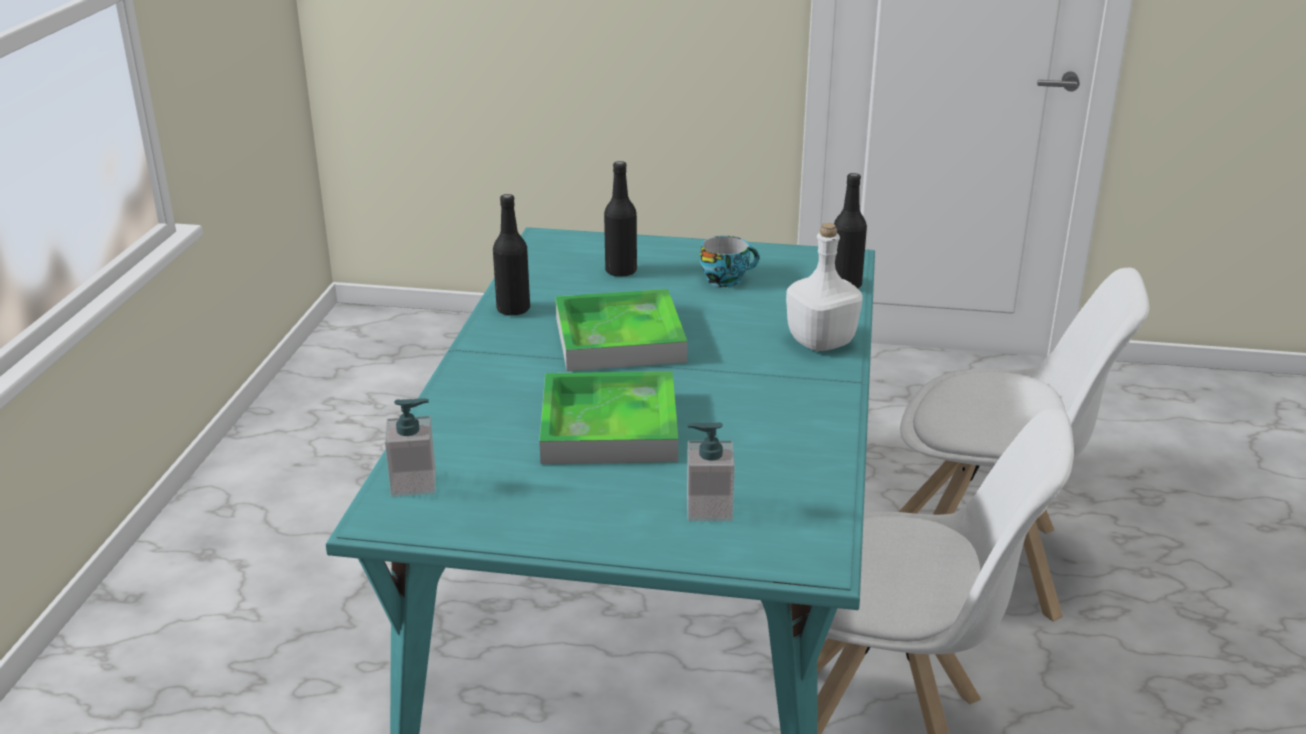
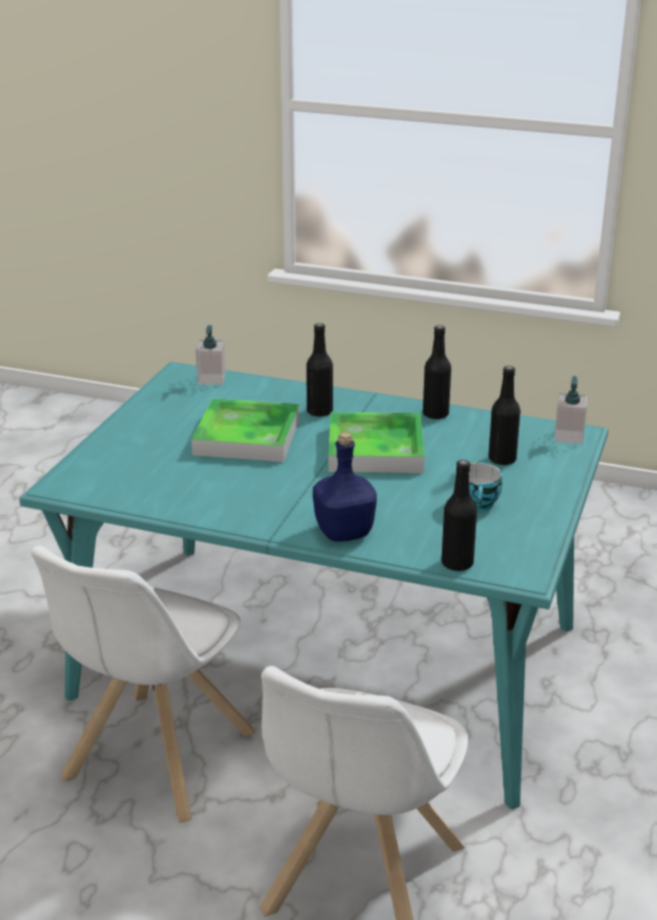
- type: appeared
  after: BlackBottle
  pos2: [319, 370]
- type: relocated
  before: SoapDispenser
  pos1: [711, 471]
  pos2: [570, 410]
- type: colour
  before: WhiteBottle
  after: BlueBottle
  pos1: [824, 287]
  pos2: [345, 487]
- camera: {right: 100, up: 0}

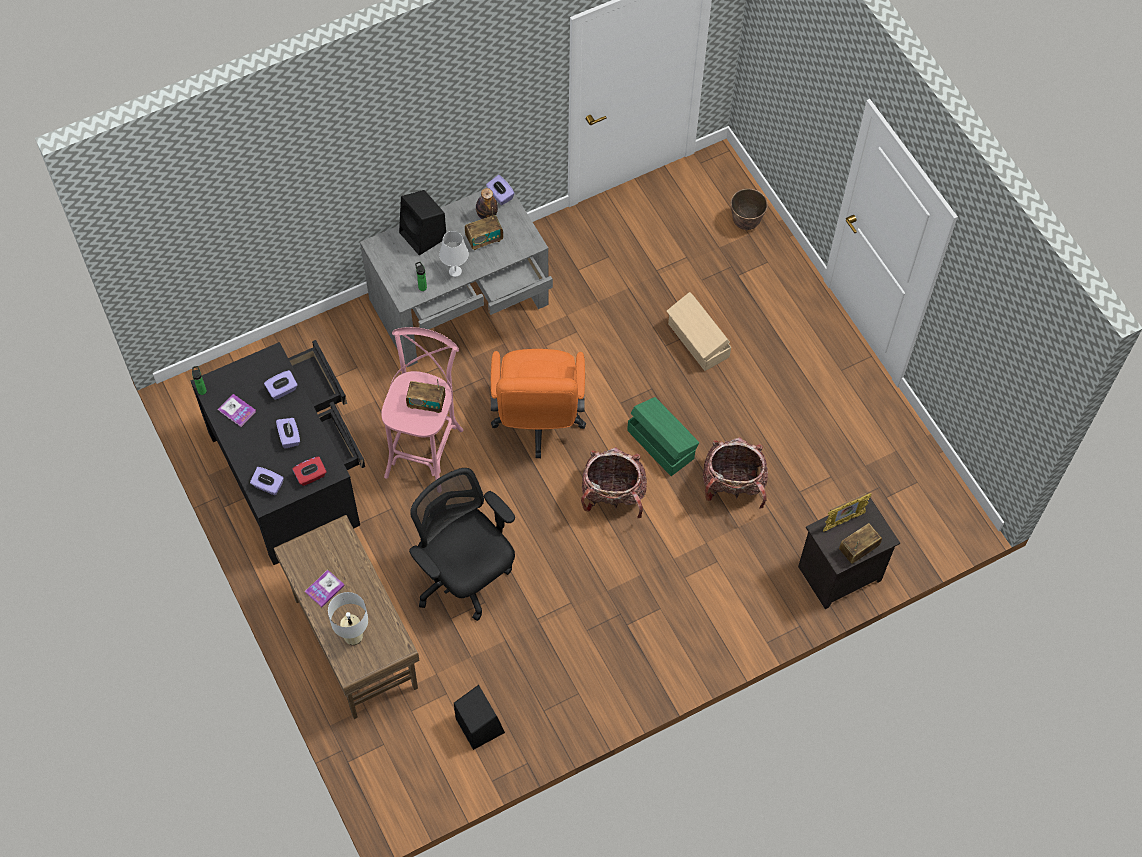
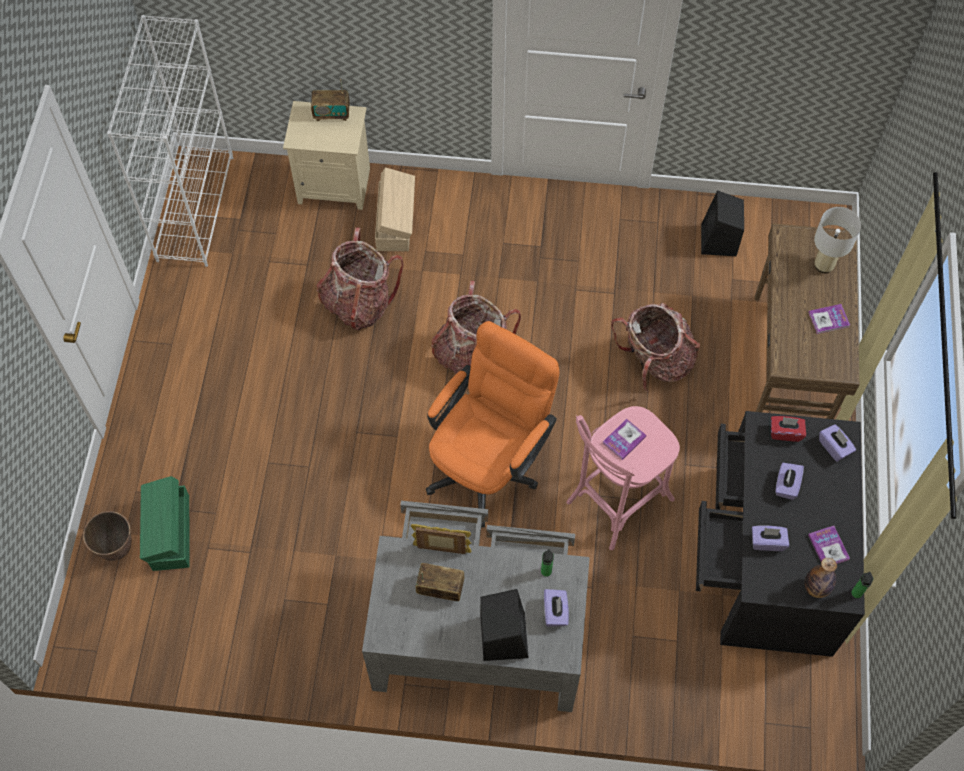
- type: missing
  before: WhiteTableLamp
  pos1: [454, 254]
- type: appeared
  after: WhiteBookcase
  pos2: [170, 141]
- type: relocated
  before: Bottle
  pos1: [487, 203]
  pos2: [821, 578]
- type: relocated
  before: PurpleTissueBox
  pos1: [500, 190]
  pos2: [556, 608]
- type: relocated
  before: GreenStorageBox
  pos1: [663, 436]
  pos2: [164, 523]
- type: relocated
  before: BeigeStorageBox
  pos1: [699, 331]
  pos2: [395, 209]
- type: relocated
  before: PictureFrame
  pos1: [847, 512]
  pos2: [441, 539]
- type: exchanged
  before: Radio
  after: Book
  pos1: [425, 396]
  pos2: [625, 439]
- type: exchanged
  before: BlackOfficeChair
  after: Backpack
  pos1: [462, 544]
  pos2: [655, 347]
- type: colour
  before: BlackNightstand
  after: BeigeNightstand
  pos1: [849, 553]
  pos2: [326, 155]
- camera: {right: -145, up: 0}

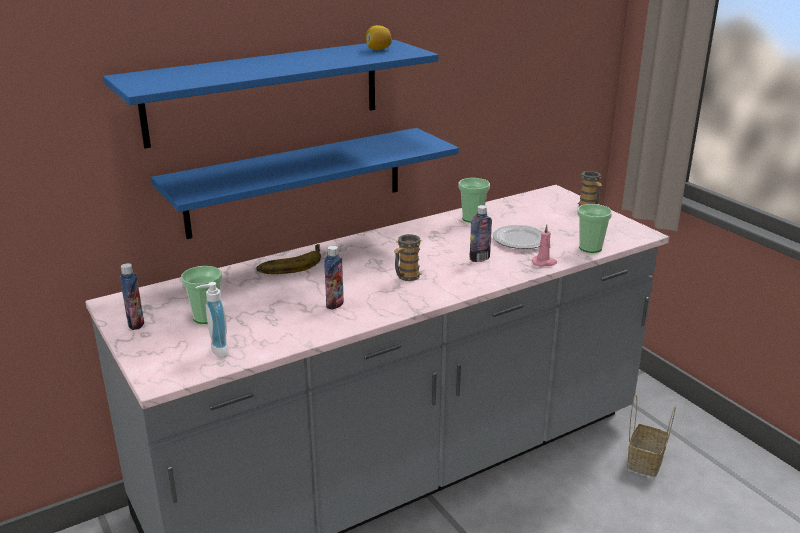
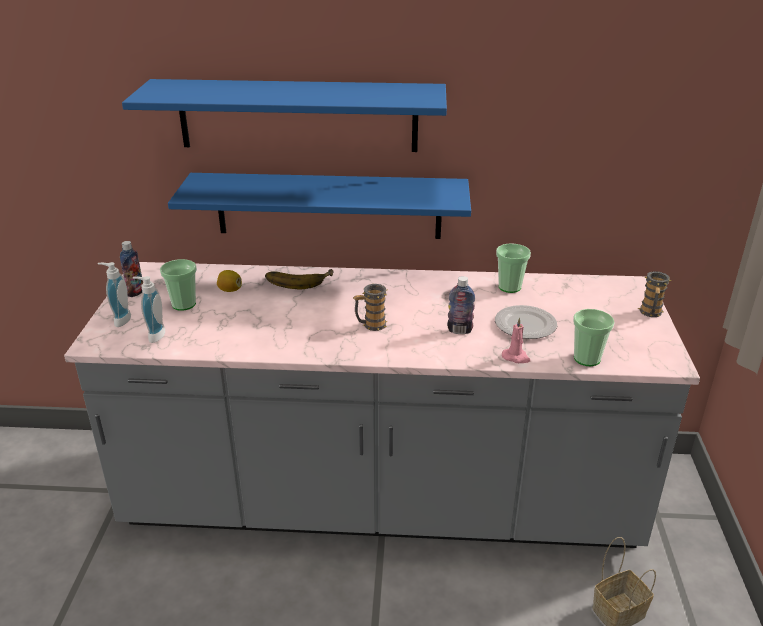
- type: missing
  before: Bottle
  pos1: [334, 278]
- type: appeared
  after: SoapDispenser
  pos2: [114, 294]
- type: relocated
  before: Lemon
  pos1: [379, 37]
  pos2: [229, 281]
- camera: {right: 35, up: 5}

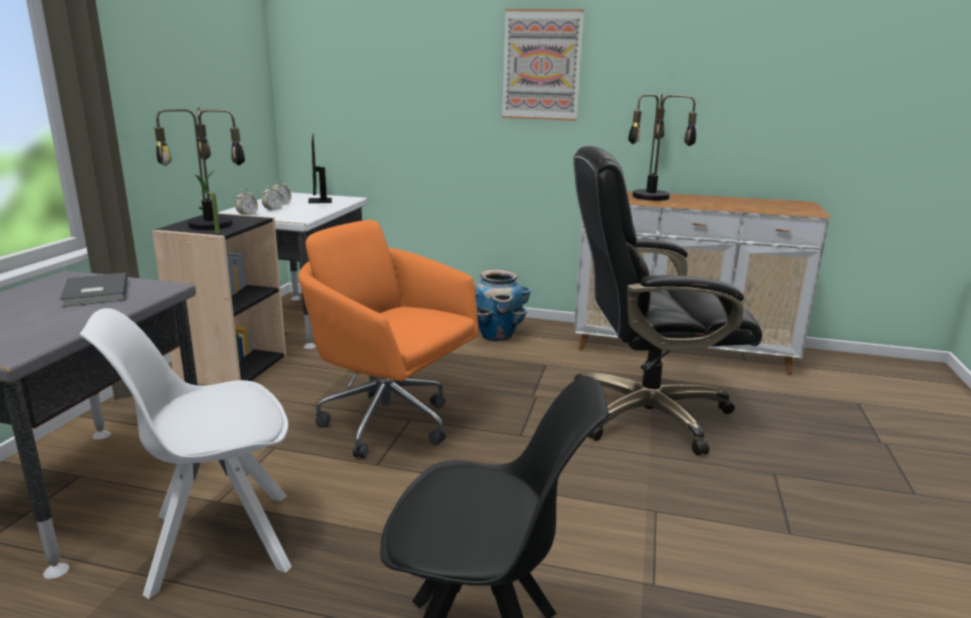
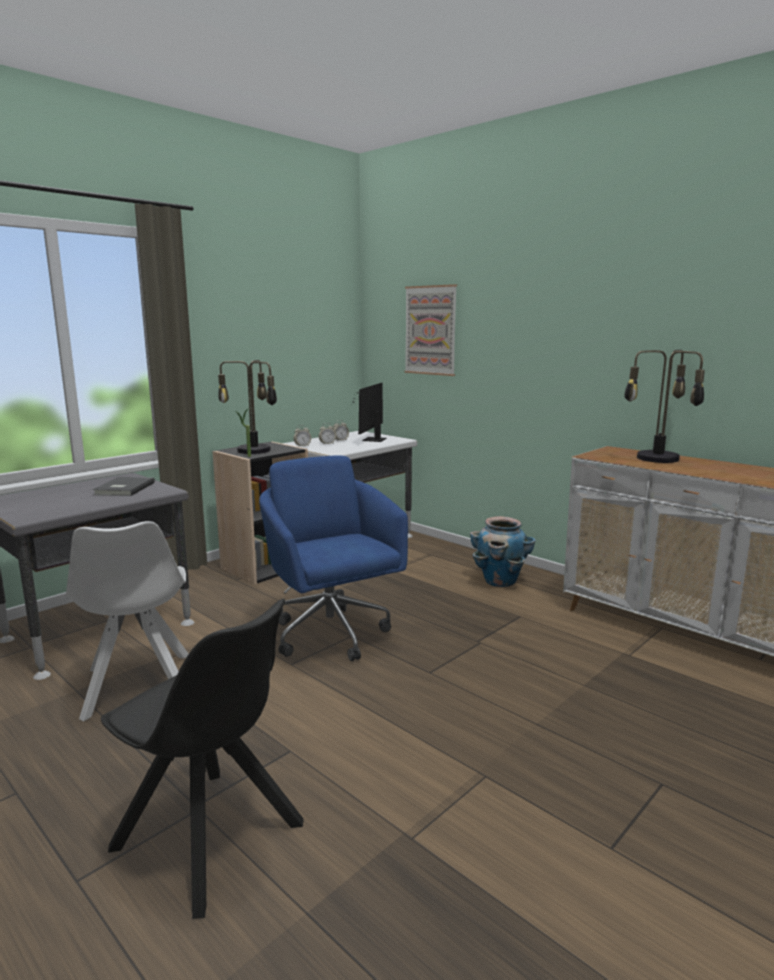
- type: missing
  before: BlackOfficeChair
  pos1: [667, 301]
- type: relocated
  before: Picture
  pos1: [543, 65]
  pos2: [430, 330]
- type: colour
  before: OrangeOfficeChair
  after: BlueOfficeChair
  pos1: [388, 339]
  pos2: [333, 558]
- type: spun
  before: WhiteChair
  pos1: [186, 453]
  pos2: [127, 621]
  turn: -120
- camera: {right: 30, up: -5}

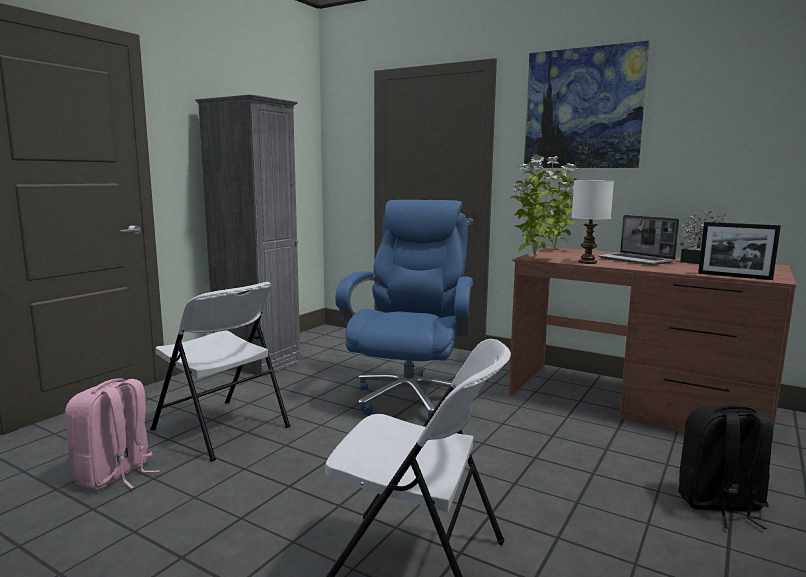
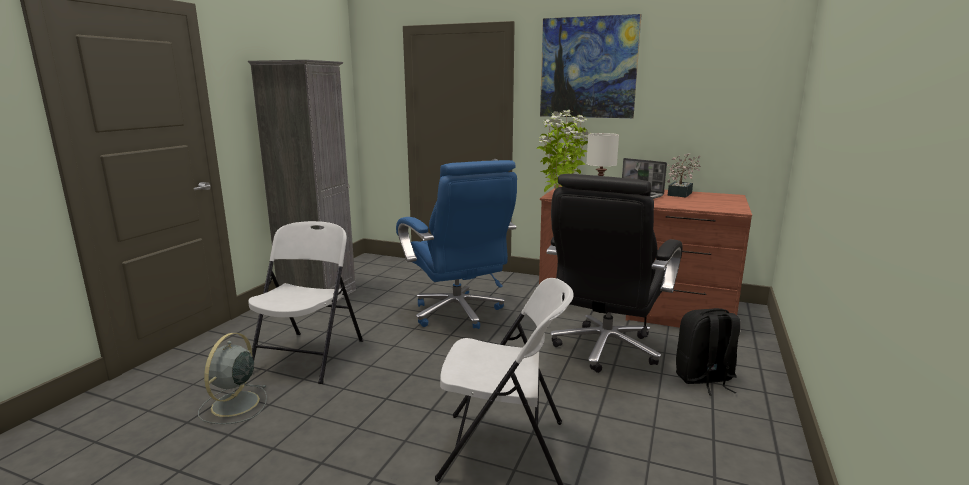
- type: missing
  before: PictureFrame
  pos1: [739, 251]
- type: appeared
  after: BlackOfficeChair
  pos2: [615, 273]
- type: exchanged
  before: PinkBackpack
  after: GreyFan
  pos1: [112, 434]
  pos2: [232, 378]
- type: spun
  before: WhiteChair
  pos1: [220, 372]
  pos2: [305, 302]
  turn: -105
- type: spun
  before: BlueOfficeChair
  pos1: [404, 309]
  pos2: [456, 244]
  turn: 150
- camera: {right: -10, up: 5}

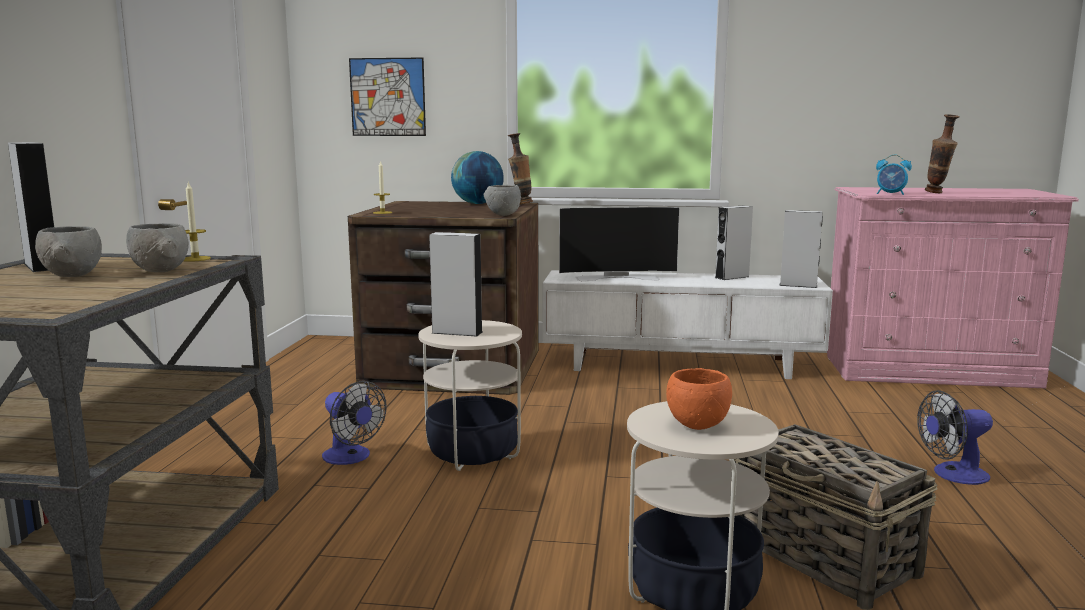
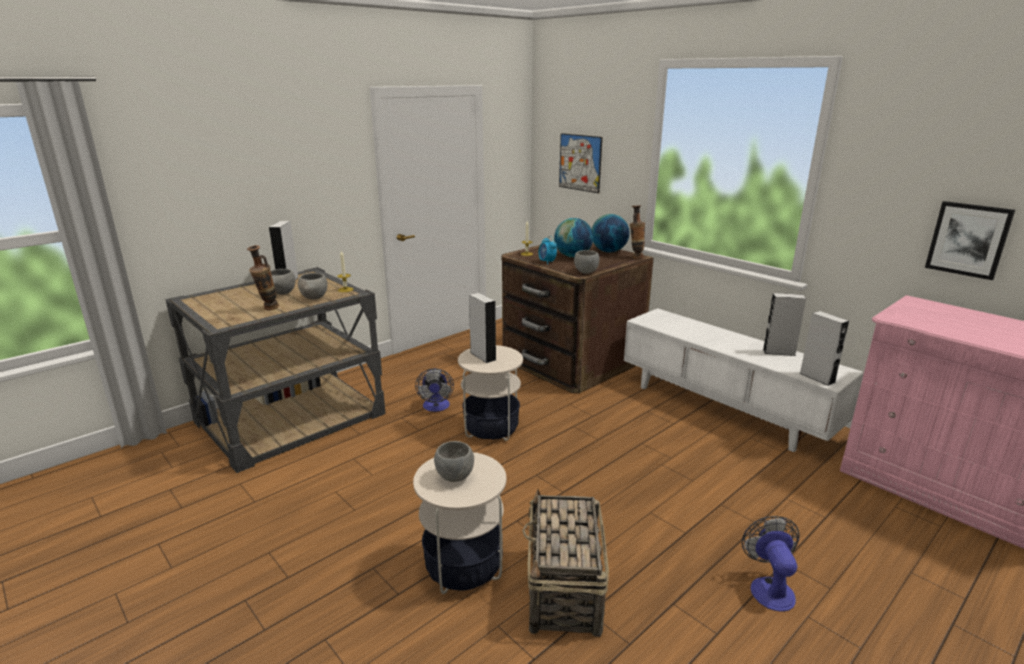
- type: missing
  before: Television
  pos1: [619, 244]
- type: appeared
  after: Globe
  pos2: [573, 237]
- type: appeared
  after: Picture
  pos2: [970, 240]
- type: relocated
  before: AlarmClock
  pos1: [894, 174]
  pos2: [547, 250]
- type: relocated
  before: Vase
  pos1: [942, 153]
  pos2: [263, 277]
- type: colour
  before: OrangeBowl
  after: GreyBowl
  pos1: [699, 399]
  pos2: [454, 461]
- type: spun
  before: Fan
  pos1: [955, 437]
  pos2: [771, 563]
  turn: 60
- camera: {right: 40, up: 10}

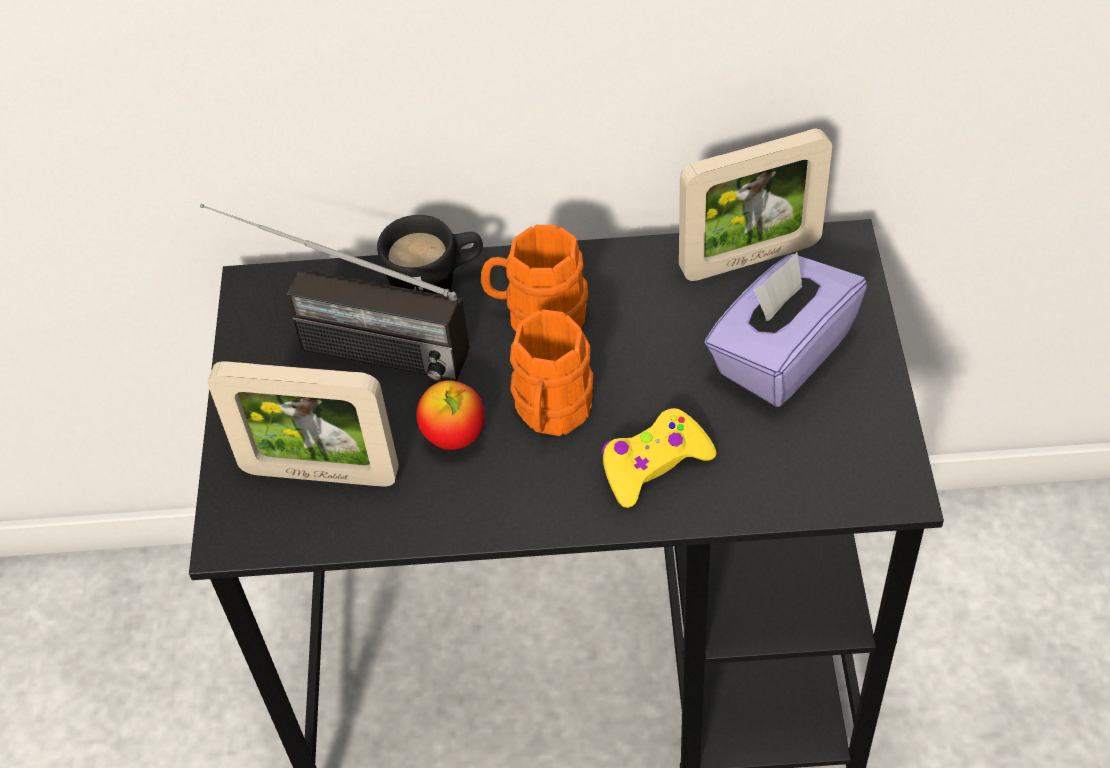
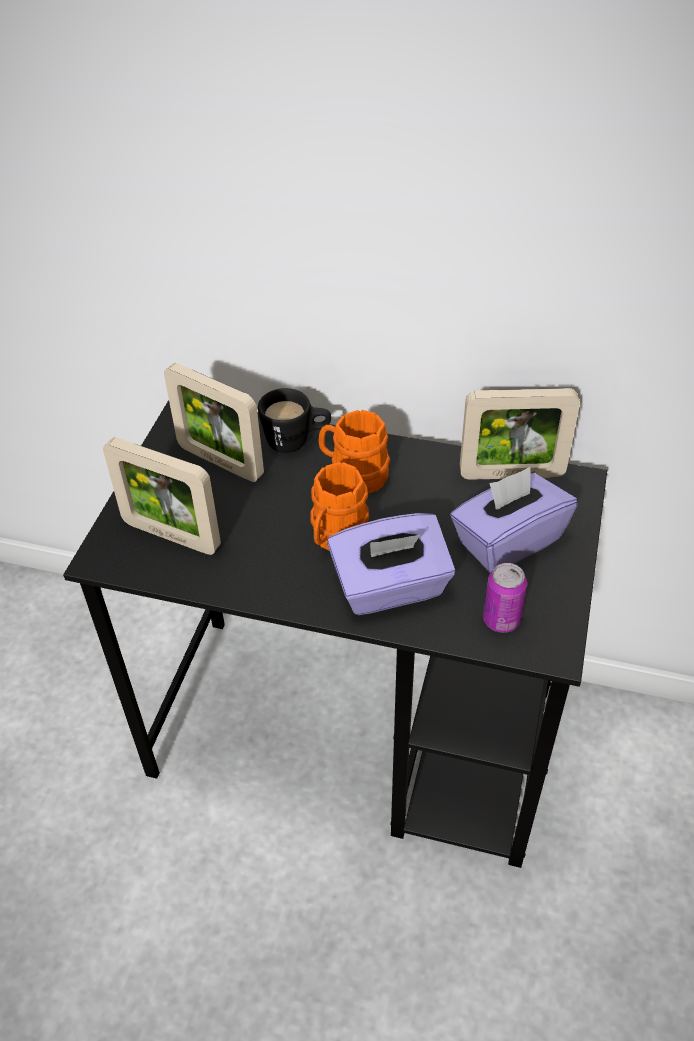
- type: missing
  before: Apple
  pos1: [450, 415]
- type: appeared
  after: Can
  pos2: [505, 598]
- type: exchanged
  before: Radio
  after: PictureFrame
  pos1: [335, 292]
  pos2: [214, 422]
- type: exchanged
  before: YellowGameController
  after: PurpleTissueBox
  pos1: [658, 458]
  pos2: [391, 564]
- camera: {right: 15, up: -5}

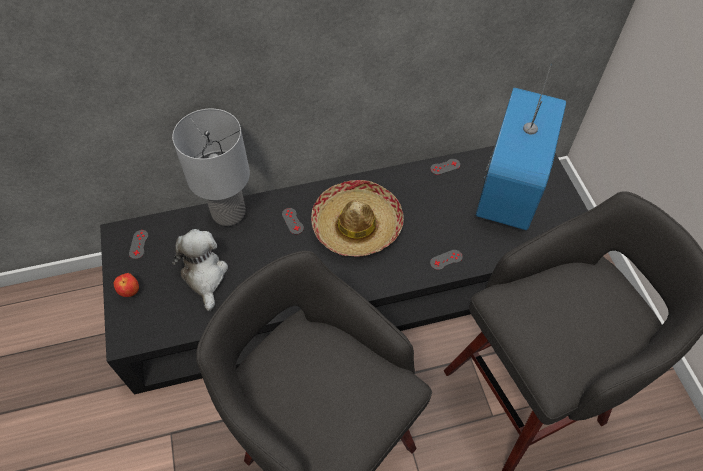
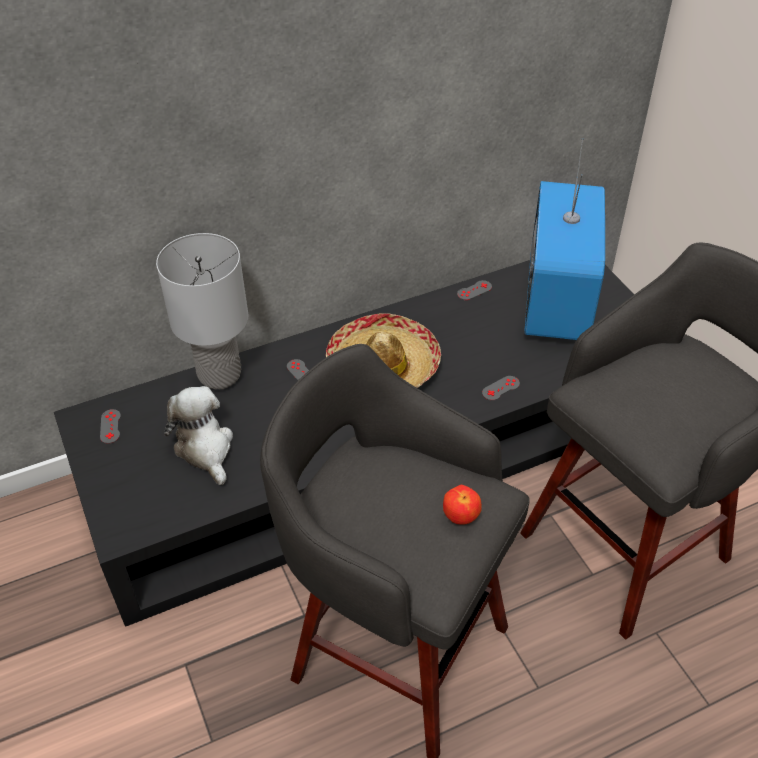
- type: relocated
  before: Apple
  pos1: [126, 285]
  pos2: [462, 505]
- camera: {right: -10, up: -10}

